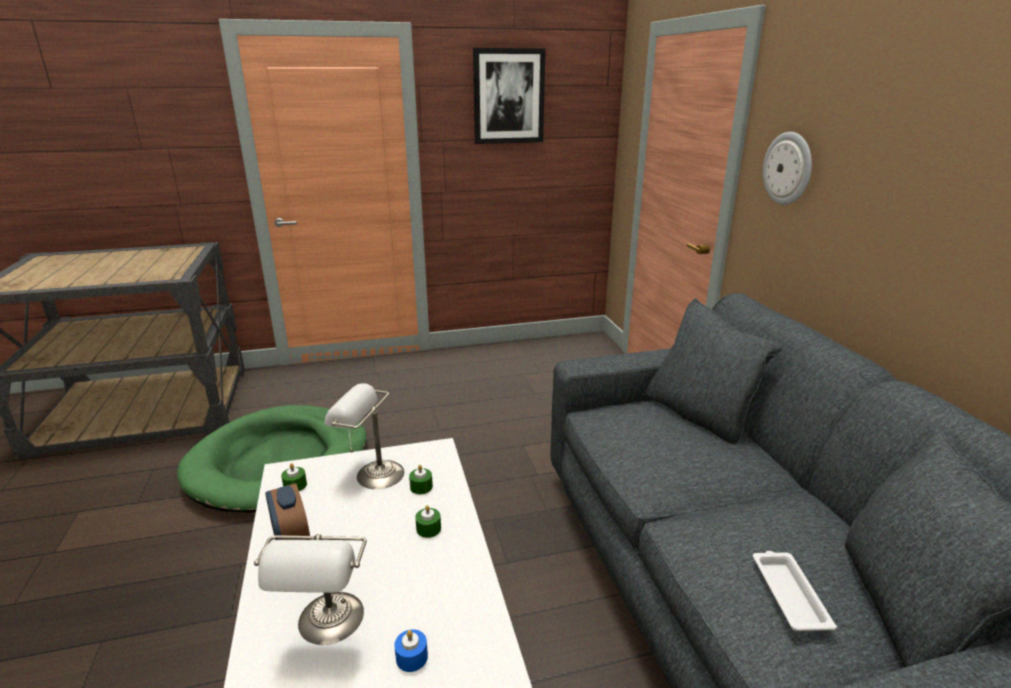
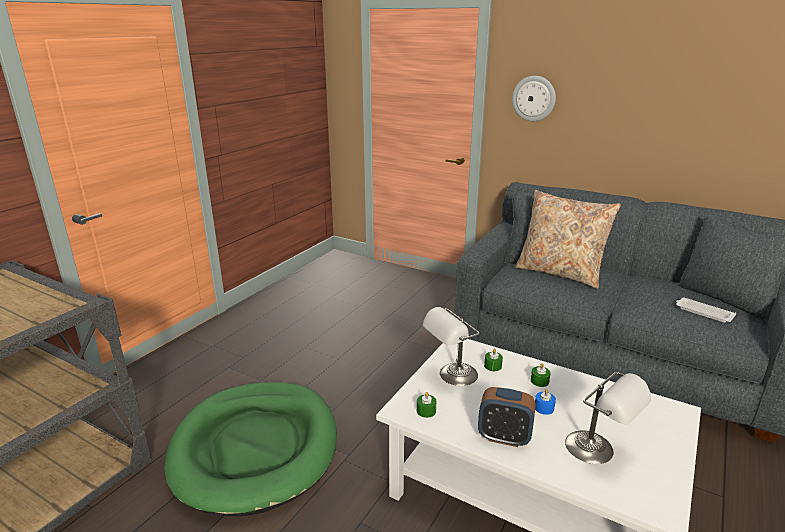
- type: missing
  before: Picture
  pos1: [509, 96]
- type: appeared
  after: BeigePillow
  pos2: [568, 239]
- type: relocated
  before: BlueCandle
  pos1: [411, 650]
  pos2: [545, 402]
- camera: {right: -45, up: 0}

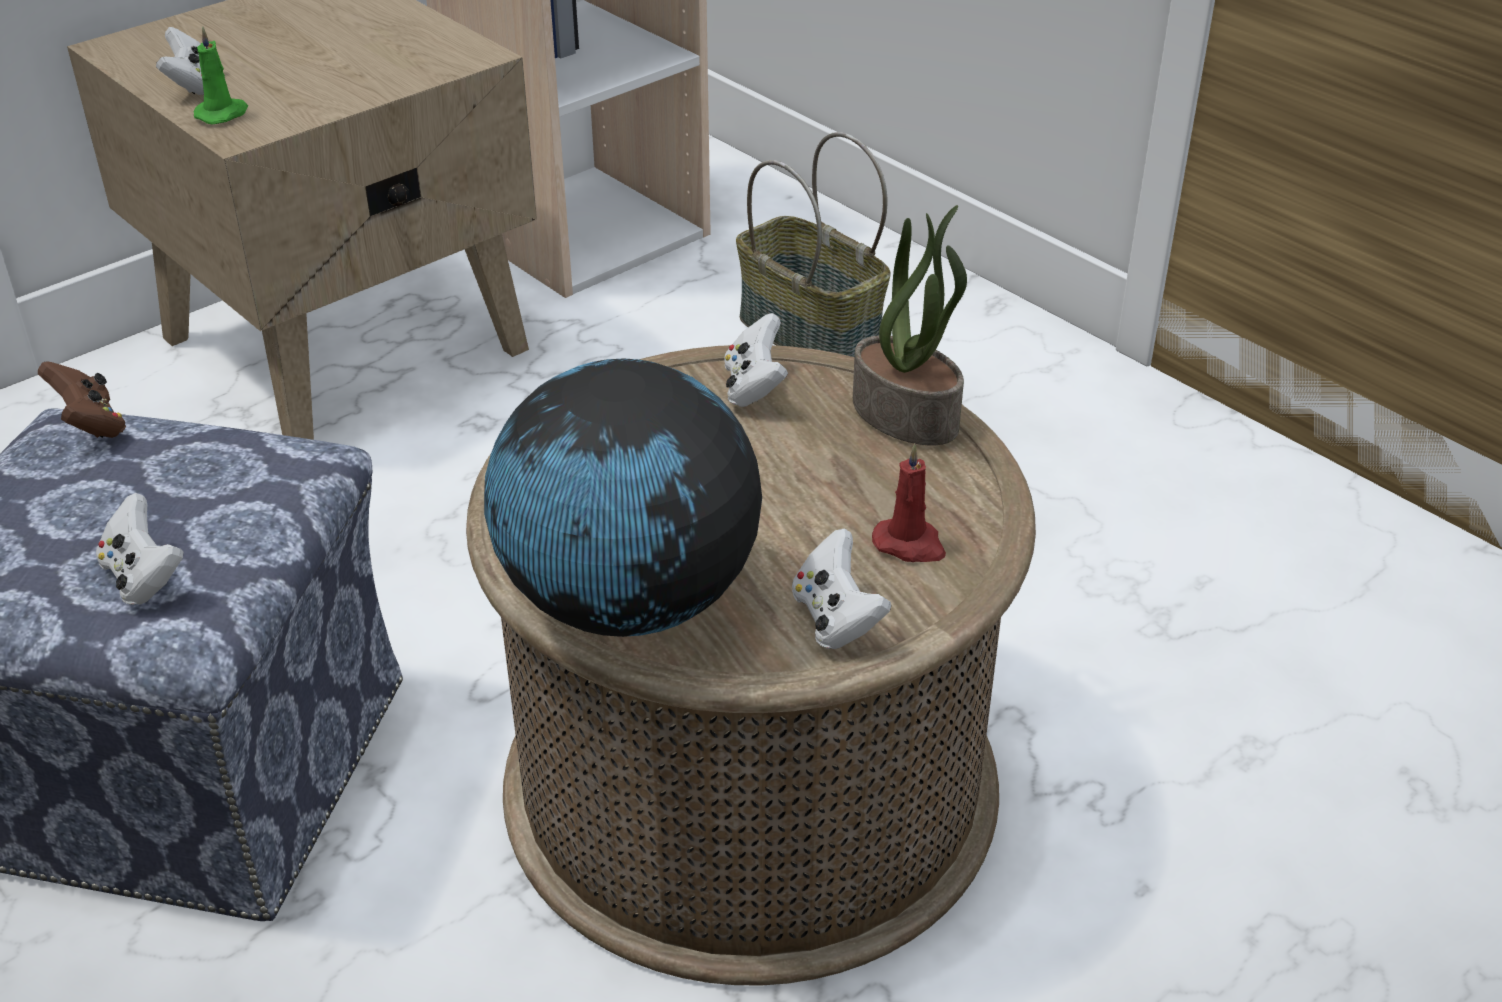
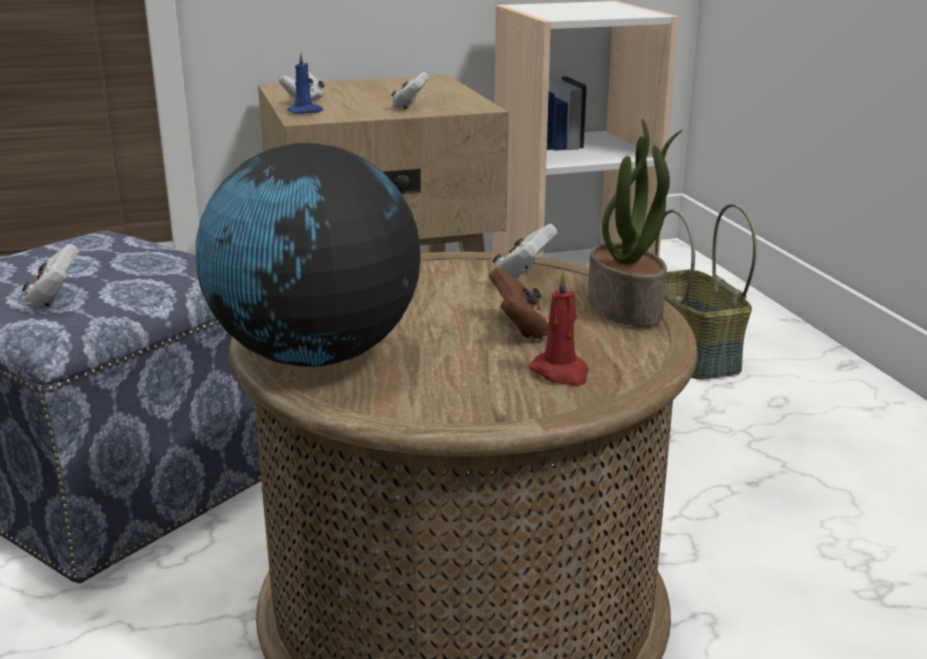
- type: relocated
  before: BrownGameController
  pos1: [82, 400]
  pos2: [519, 303]
- type: relocated
  before: WhiteGameController
  pos1: [842, 588]
  pos2: [410, 90]
- type: colour
  before: GreenCandle
  after: BlueCandle
  pos1: [221, 75]
  pos2: [305, 83]
- camera: {right: 25, up: -15}

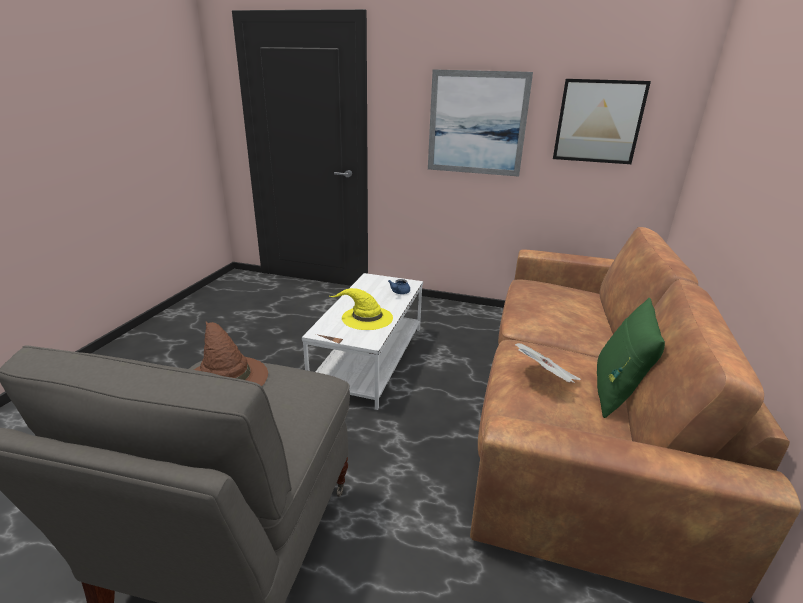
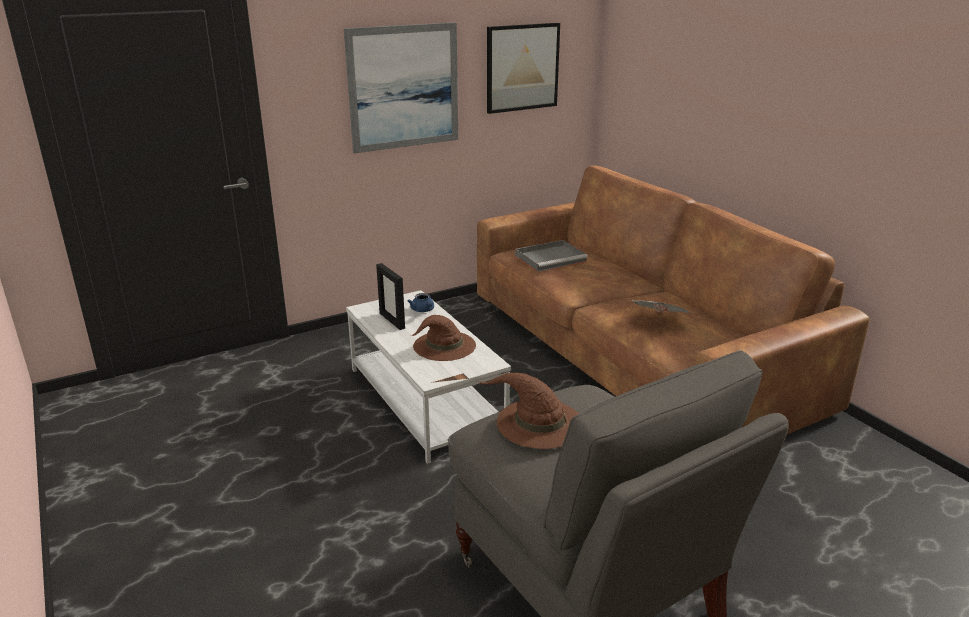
- type: missing
  before: GreenPillow
  pos1: [631, 358]
- type: appeared
  after: PictureFrame
  pos2: [390, 296]
- type: appeared
  after: GreyTray
  pos2: [551, 256]
- type: colour
  before: YellowHat
  after: BrownHat
  pos1: [361, 309]
  pos2: [443, 338]
- camera: {right: -45, up: 0}

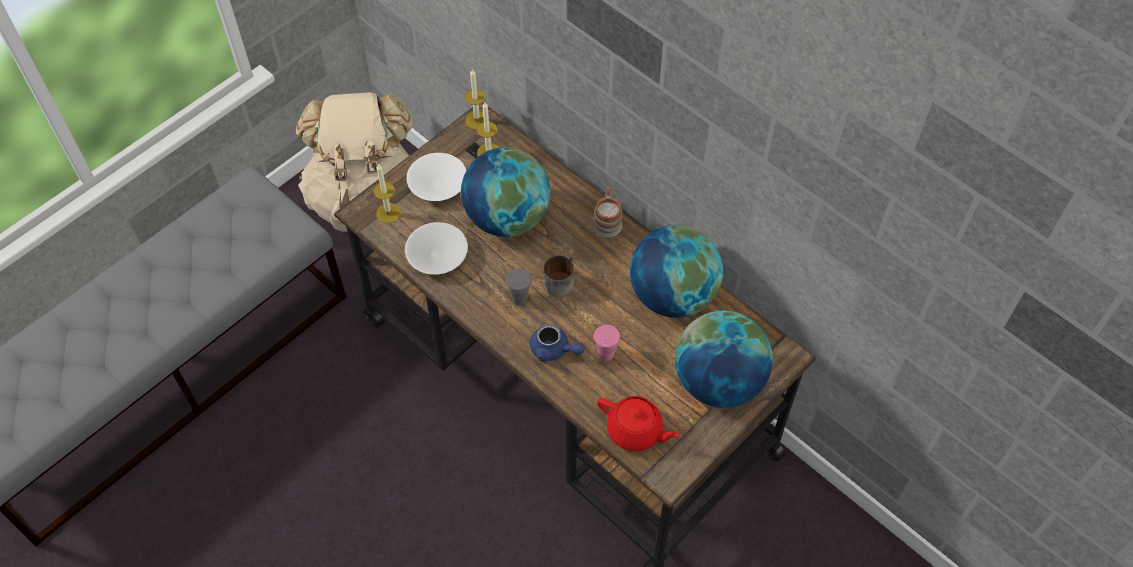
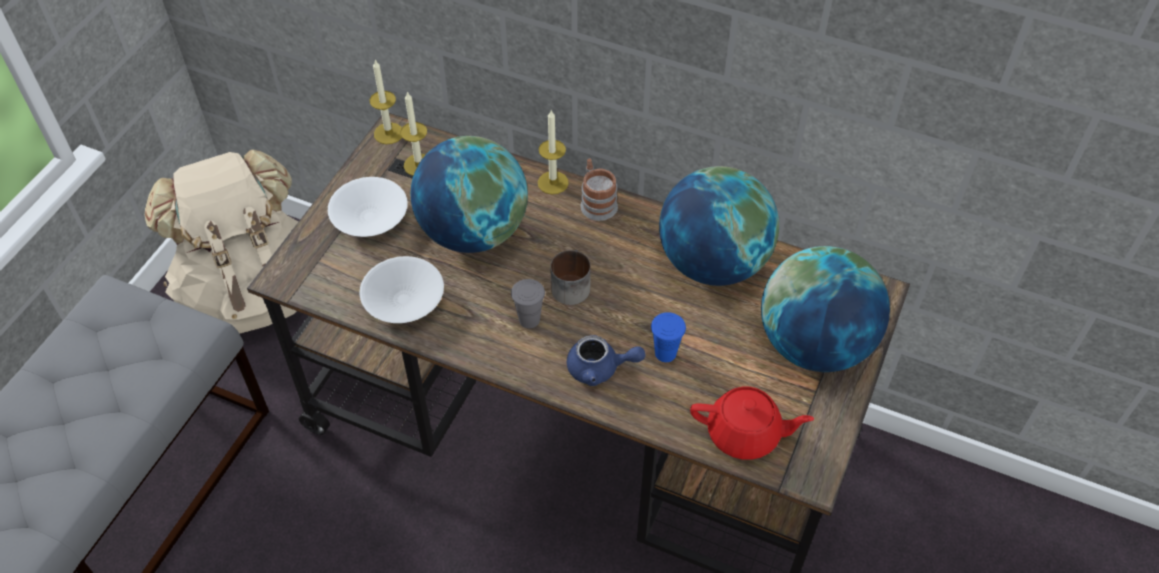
- type: relocated
  before: Candle
  pos1: [387, 193]
  pos2: [553, 152]
- type: colour
  before: PinkCup
  after: BlueCup
  pos1: [607, 343]
  pos2: [668, 337]
- camera: {right: -20, up: -5}

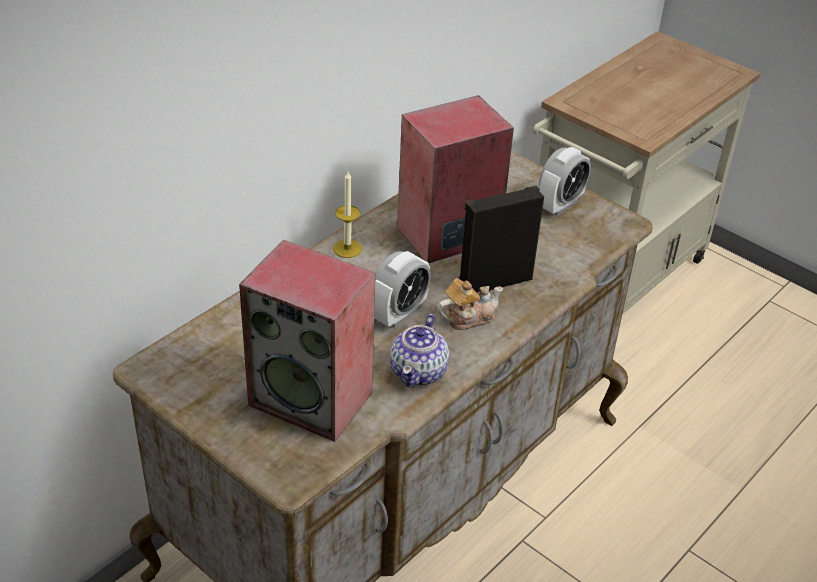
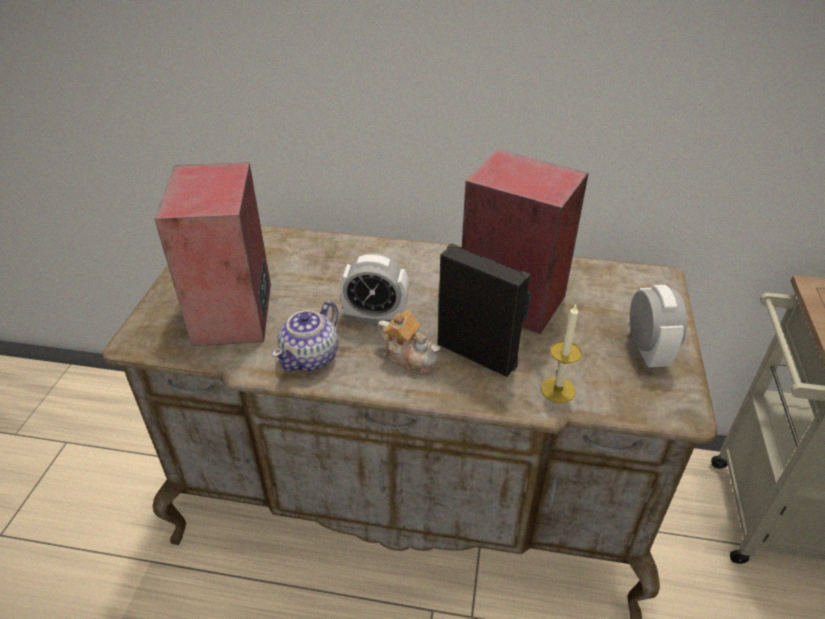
- type: relocated
  before: Candle
  pos1: [347, 215]
  pos2: [561, 354]
- type: spun
  before: Teapot
  pos1: [419, 350]
  pos2: [305, 336]
  turn: -45
- type: spun
  before: AlarmClock
  pos1: [565, 181]
  pos2: [658, 326]
  turn: -105
- camera: {right: 60, up: 0}

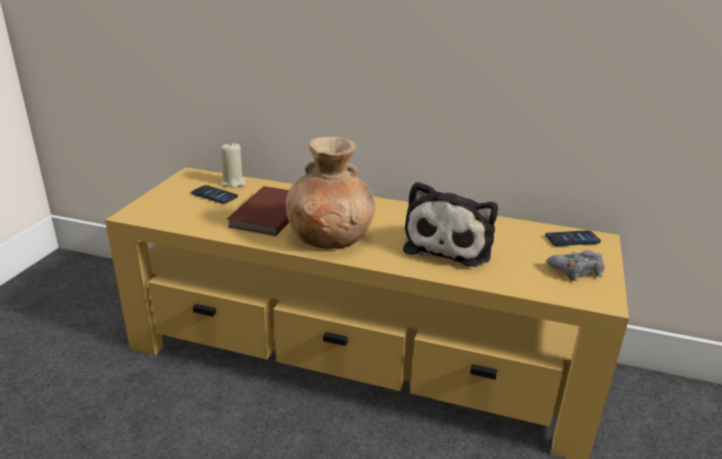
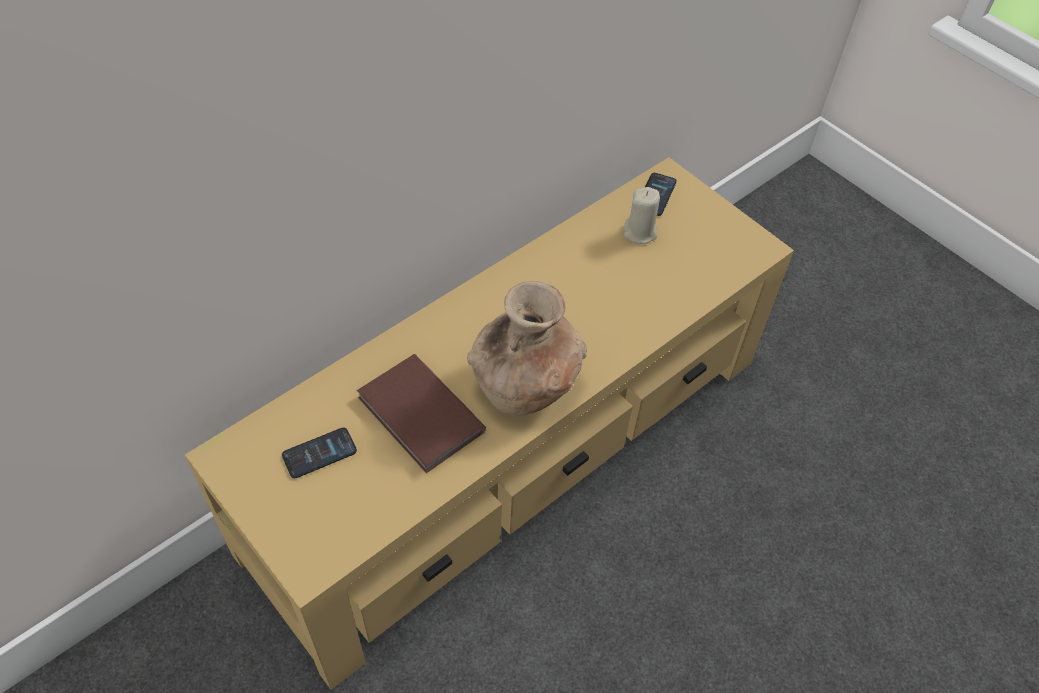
- type: missing
  before: PlushToy
  pos1: [450, 223]
- type: missing
  before: GreyGameController
  pos1: [576, 265]
- type: relocated
  before: BeigeCandle
  pos1: [233, 165]
  pos2: [642, 215]
- camera: {right: -60, up: 25}

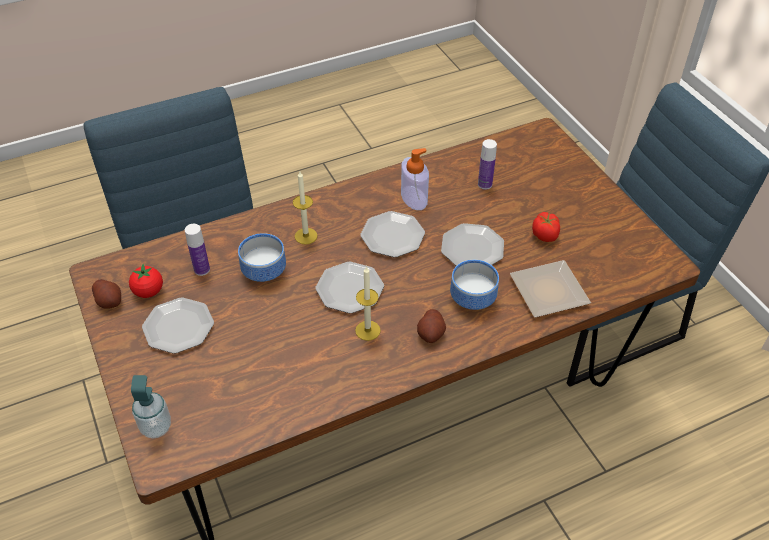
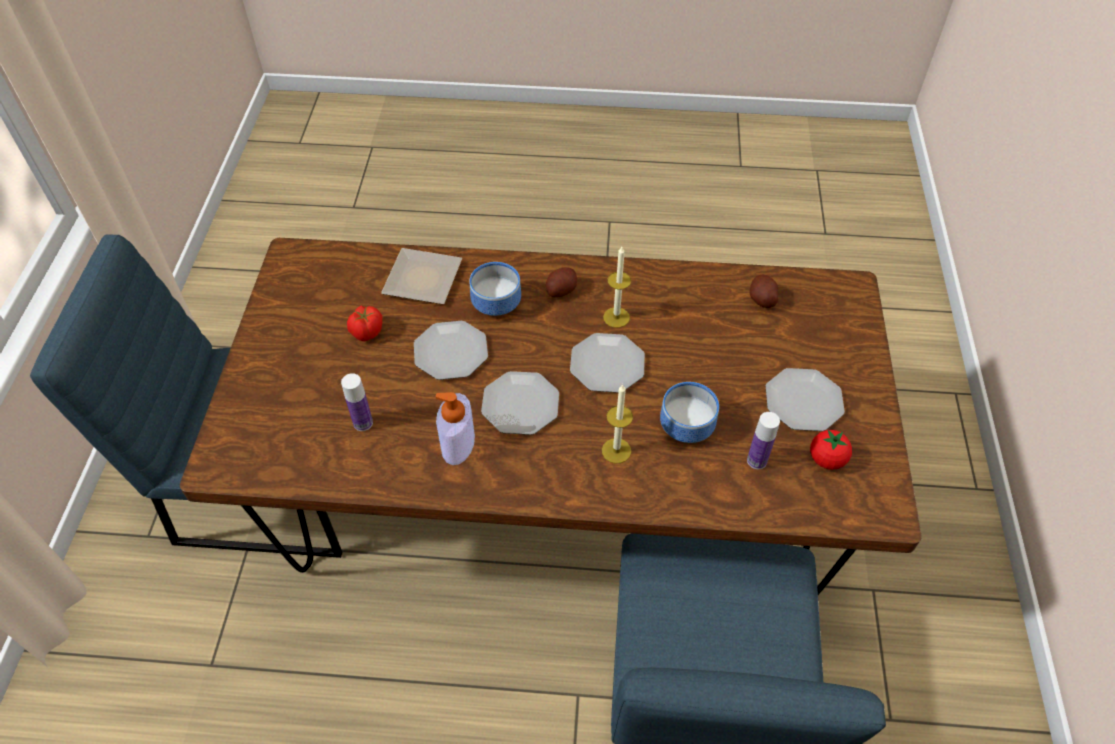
- type: missing
  before: SoapDispenser
  pos1: [151, 407]
- type: relocated
  before: Potato
  pos1: [106, 294]
  pos2: [764, 291]
- camera: {right: -150, up: 5}

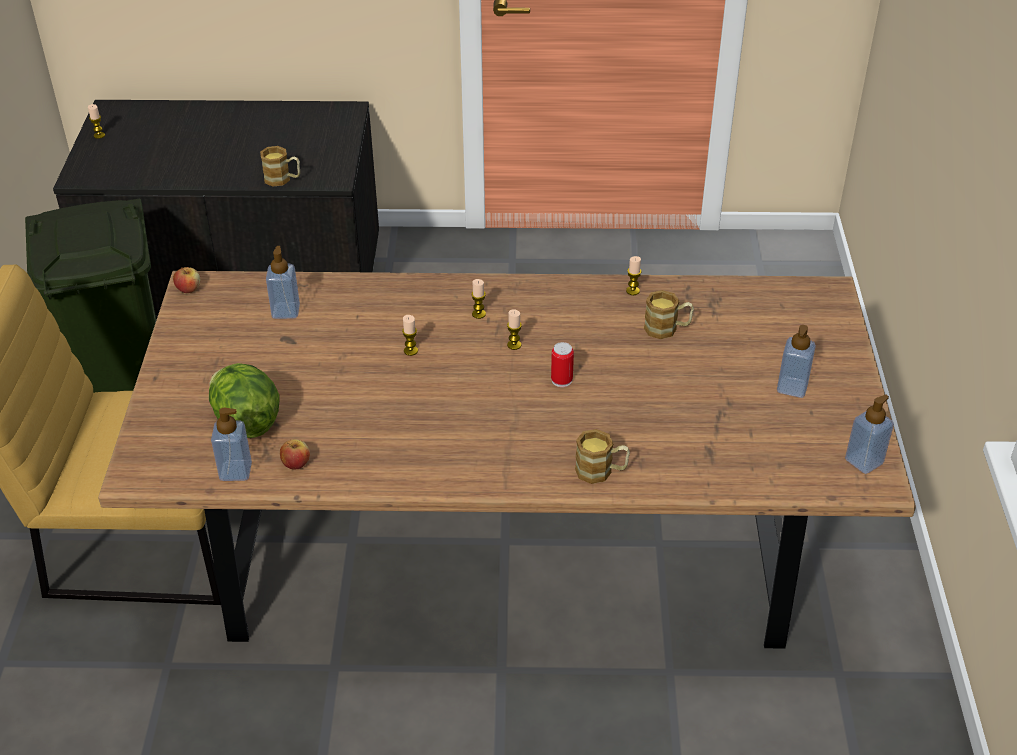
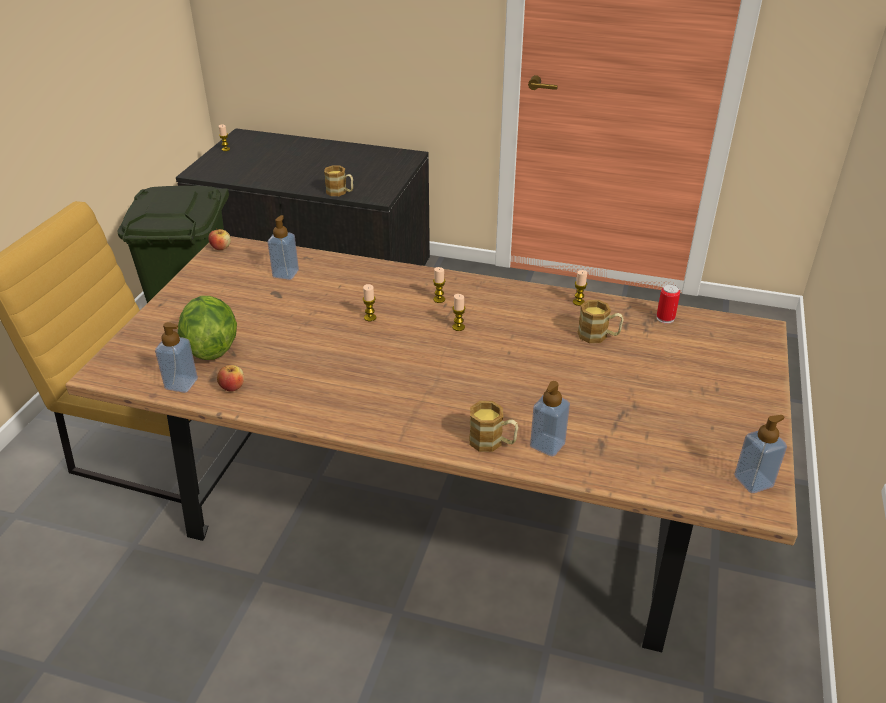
- type: relocated
  before: Can
  pos1: [562, 364]
  pos2: [668, 304]
- type: relocated
  before: SoapDispenser
  pos1: [796, 361]
  pos2: [550, 419]
- camera: {right: 15, up: -5}

